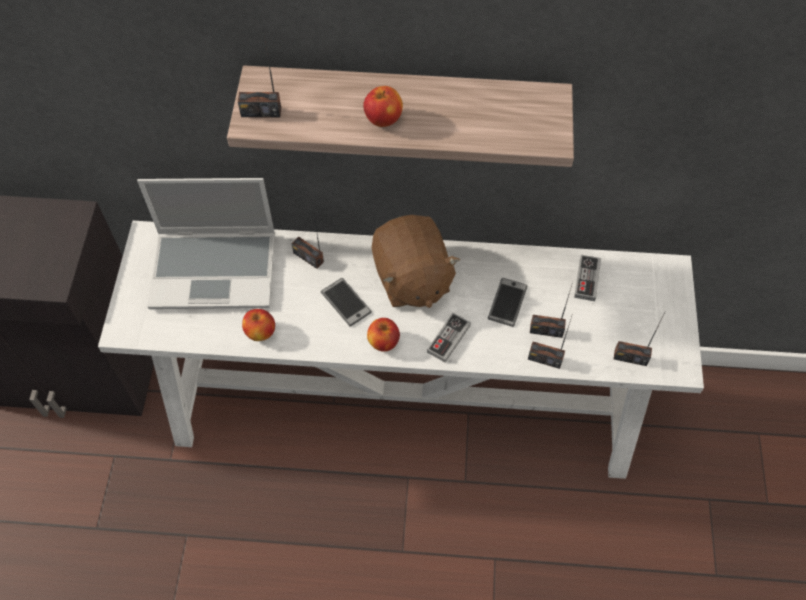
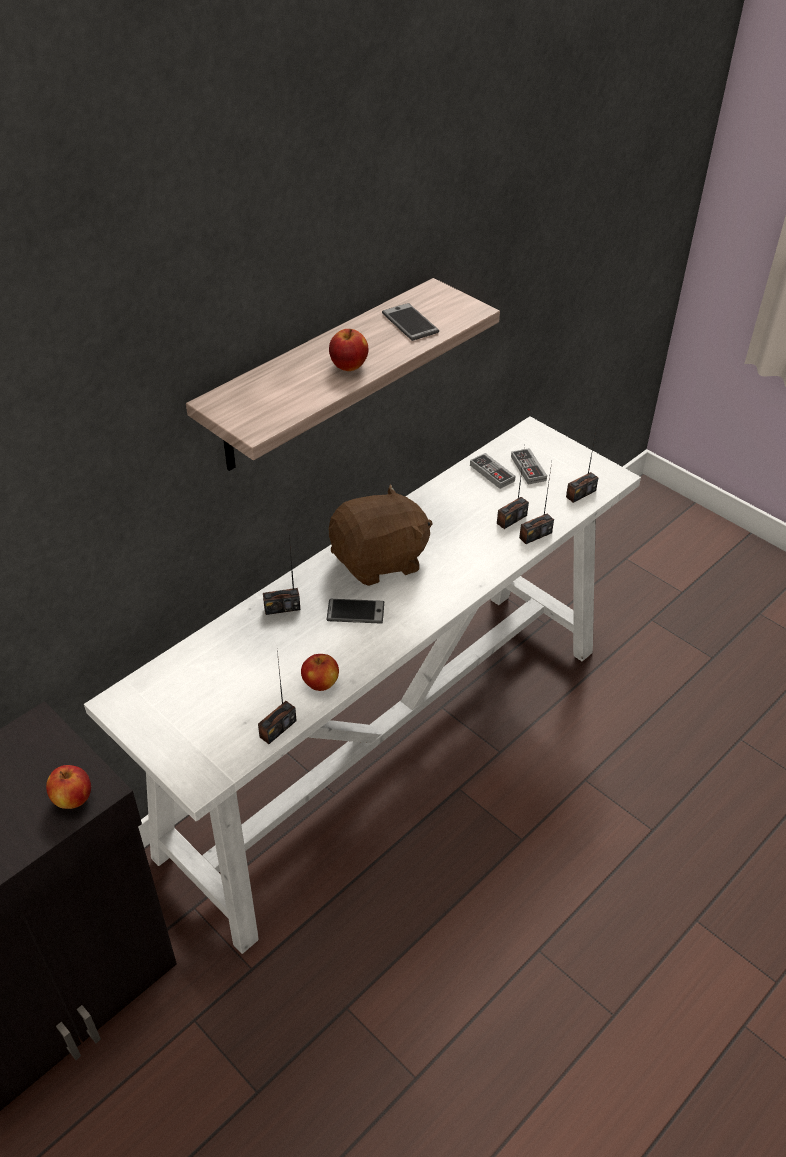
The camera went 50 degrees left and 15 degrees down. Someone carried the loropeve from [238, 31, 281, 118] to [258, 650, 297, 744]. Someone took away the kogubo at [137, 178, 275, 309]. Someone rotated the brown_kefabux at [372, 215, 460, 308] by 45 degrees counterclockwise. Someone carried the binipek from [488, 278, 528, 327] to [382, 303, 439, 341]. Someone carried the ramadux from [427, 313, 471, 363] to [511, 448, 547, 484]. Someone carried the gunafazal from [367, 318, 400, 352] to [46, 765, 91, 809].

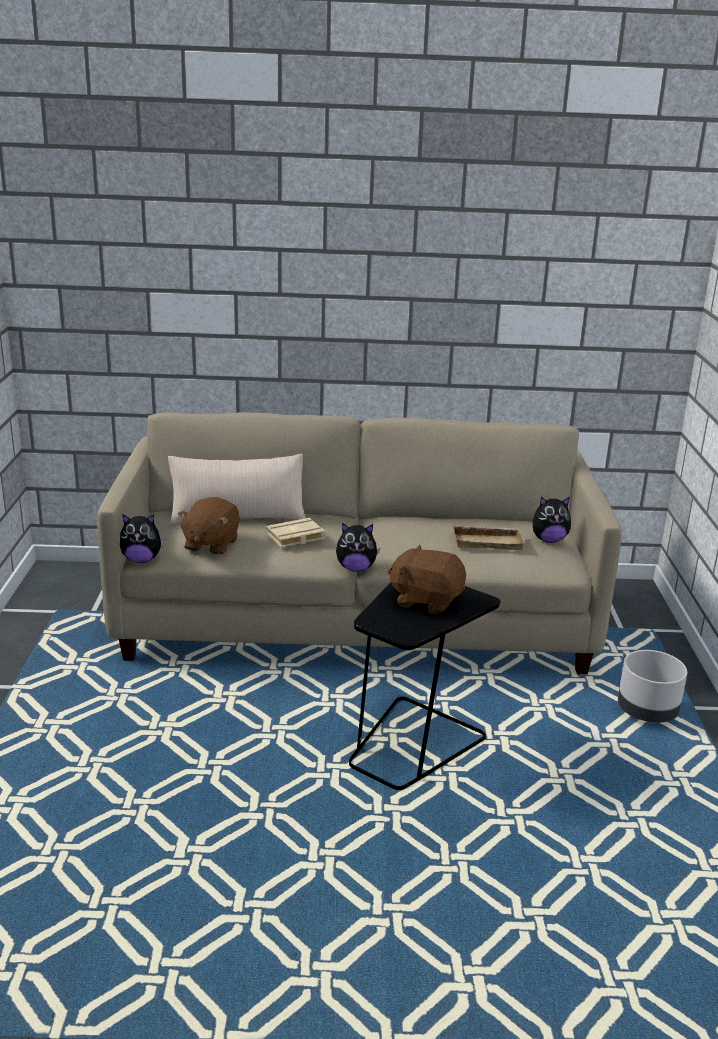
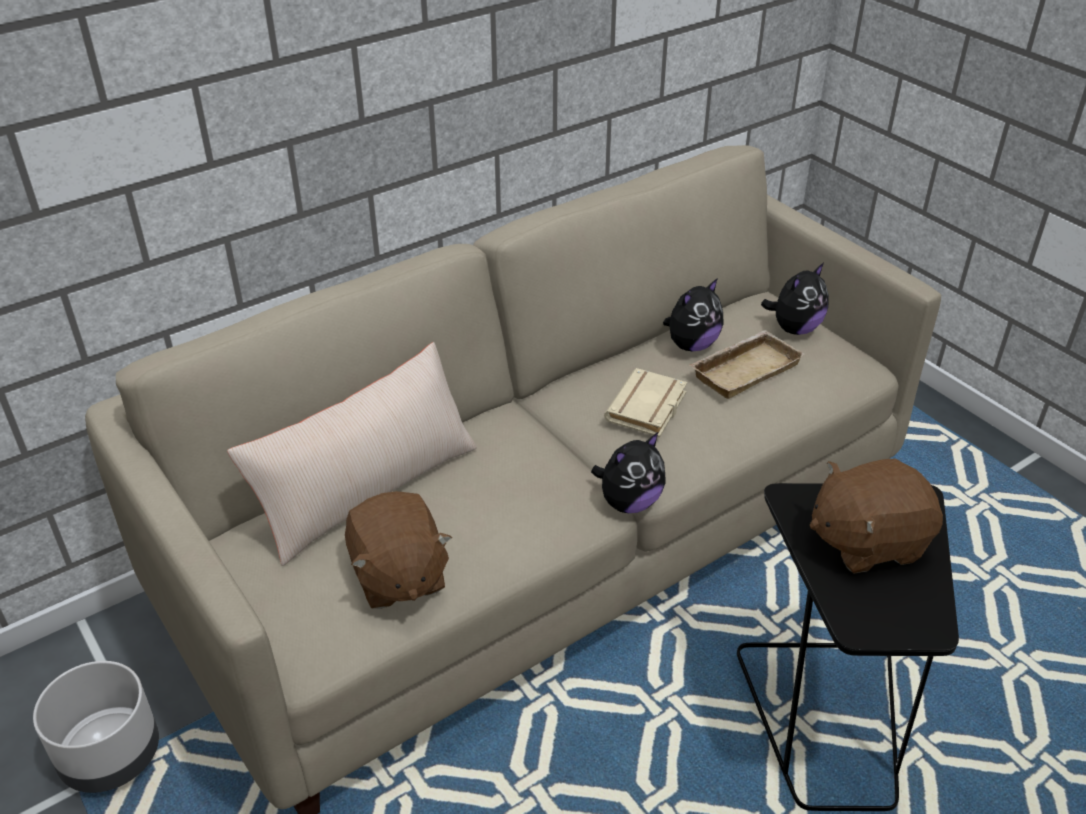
The camera went 35 degrees left and 15 degrees up. Someone carried the kefabux from [120, 514, 166, 563] to [663, 278, 724, 351]. Someone carried the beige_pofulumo from [265, 518, 325, 547] to [604, 368, 687, 437]. Someone carried the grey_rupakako from [618, 650, 687, 723] to [33, 661, 159, 793].

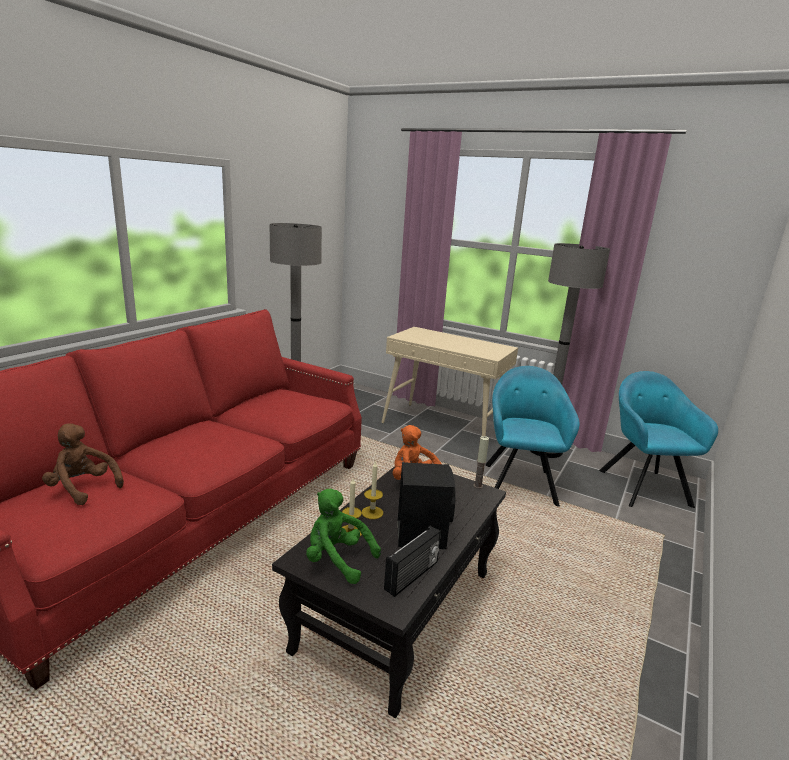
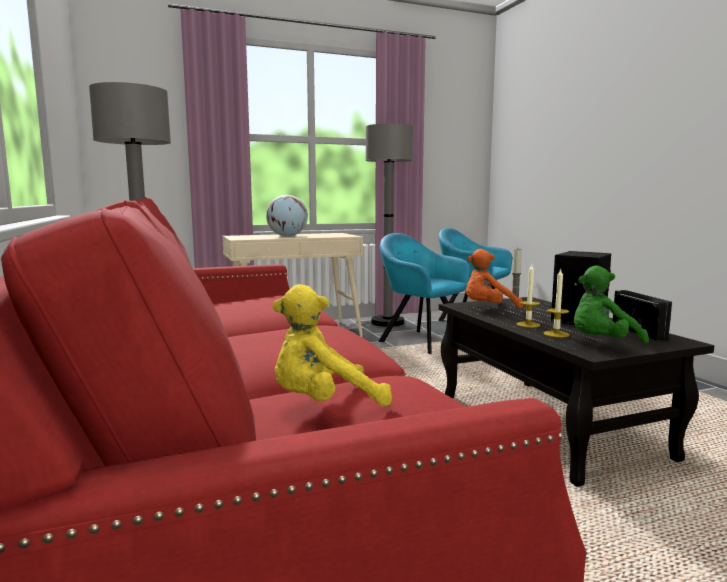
The camera went 50 degrees left and 10 degrees down. Someone repainted the brown_kefabux at [42, 424, 124, 505], which became the yellow_kefabux at [273, 284, 392, 407]. Someone put down the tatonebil at [266, 195, 308, 237].

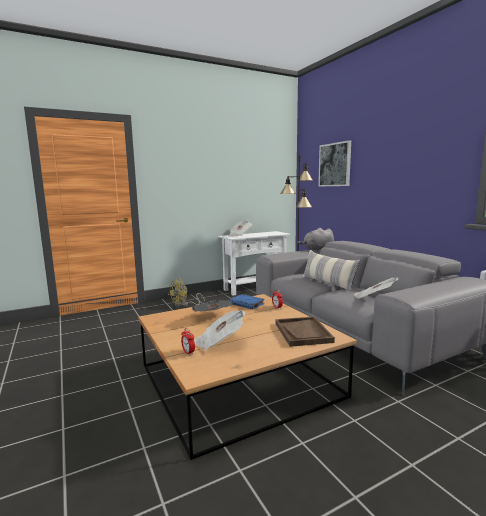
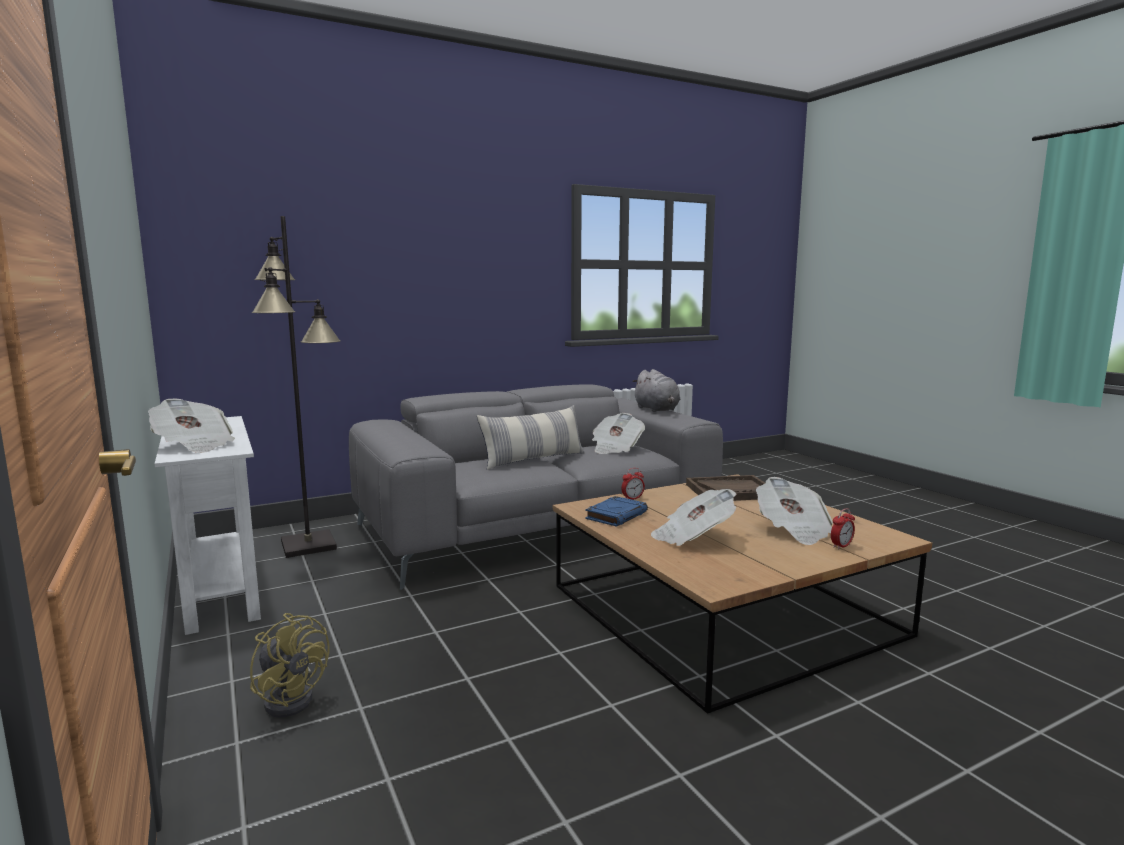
The camera went 90 degrees left and 0 degrees up. Someone took away the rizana at [318, 140, 351, 187]. Someone carried the grey_kefabux from [297, 228, 334, 251] to [632, 369, 680, 412].

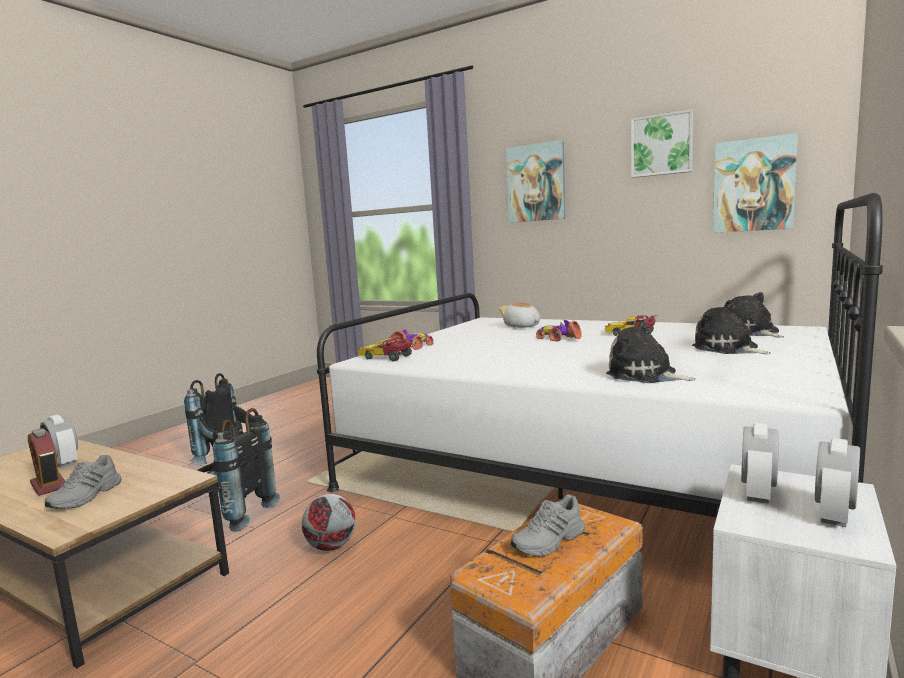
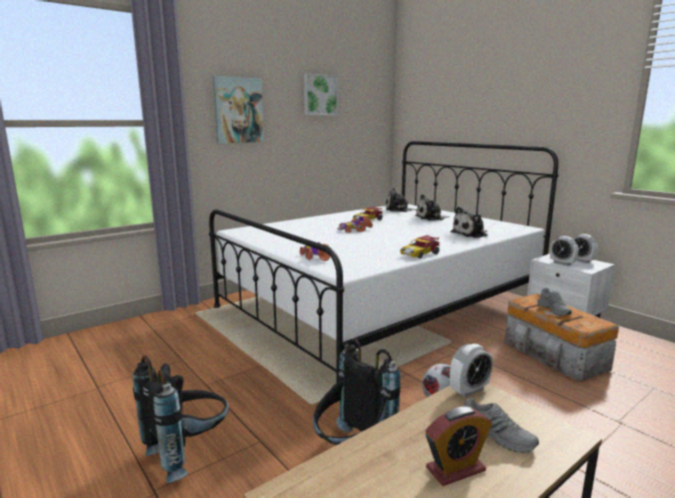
The camera went 70 degrees left and 5 degrees up. Someone took away the rizana at [713, 133, 798, 233]. Someone took away the kefabux at [499, 303, 540, 328]. Someone carried the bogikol from [358, 337, 412, 361] to [400, 235, 439, 258]. Someone carried the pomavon from [40, 415, 78, 468] to [450, 343, 493, 397].

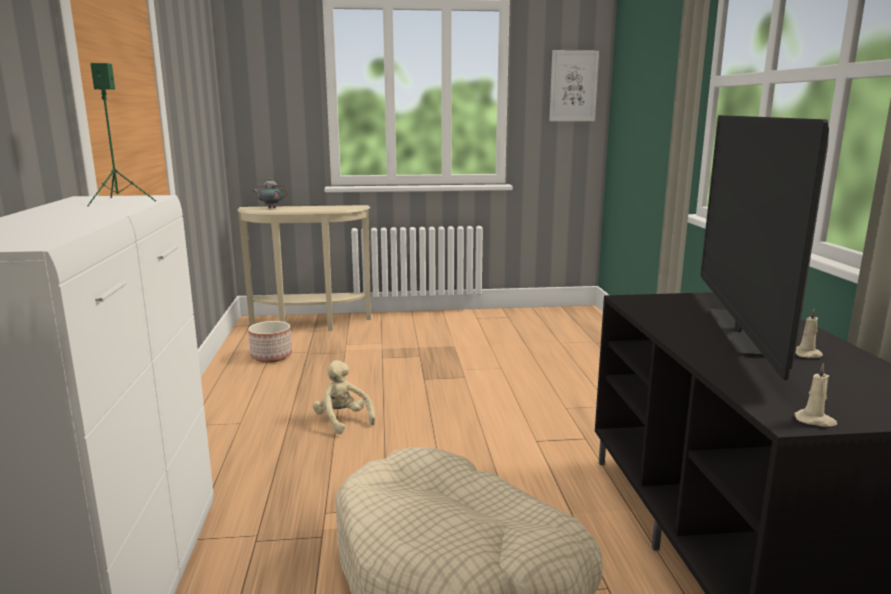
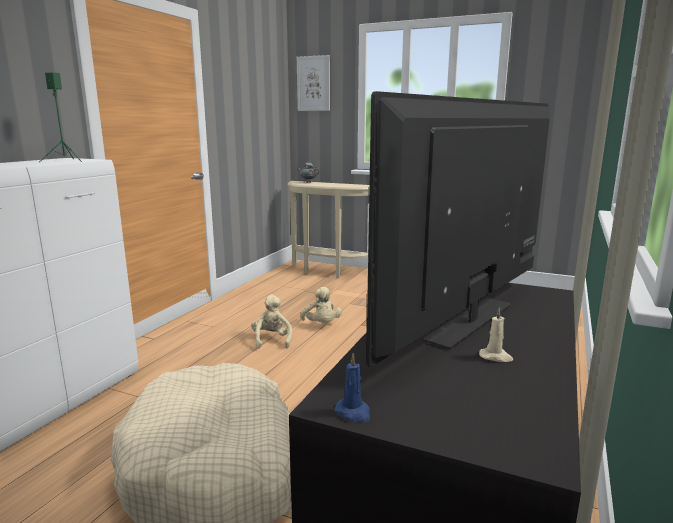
The camera went 30 degrees right and 0 degrees up. Someone carried the rizana from [549, 50, 599, 121] to [297, 55, 330, 111]. Someone took away the rupakako at [248, 321, 292, 362]. Someone repainted the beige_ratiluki at [794, 363, 837, 427], which became the blue_ratiluki at [334, 353, 370, 422]. Someone put down the beige_kefabux at [301, 287, 342, 323].

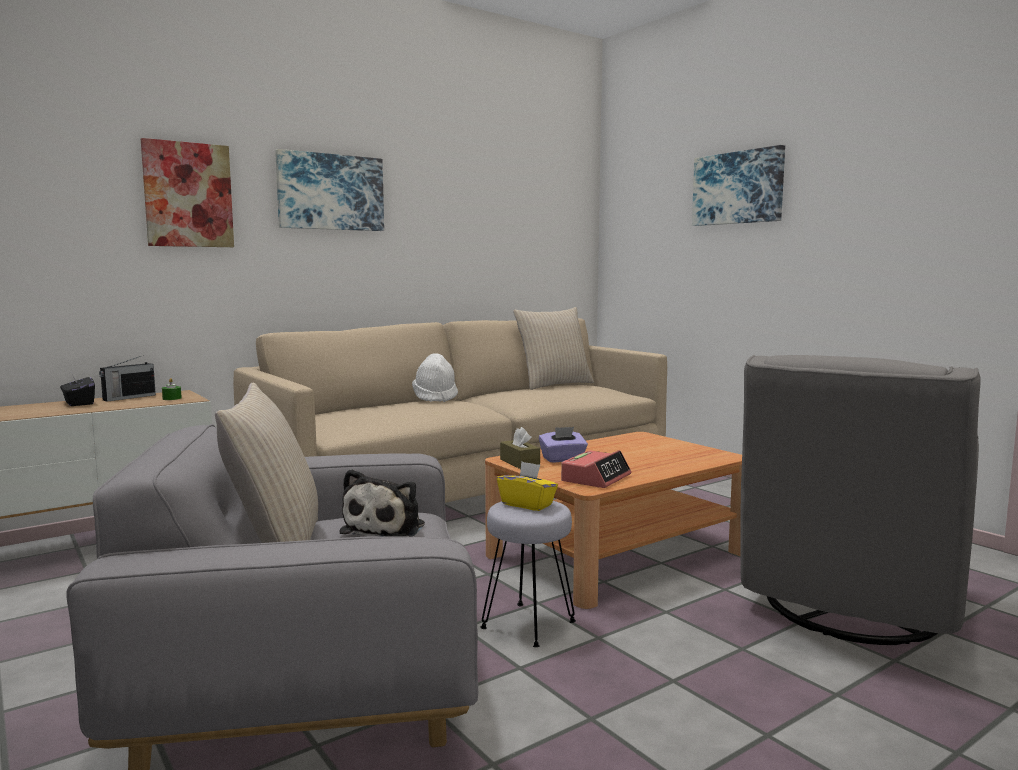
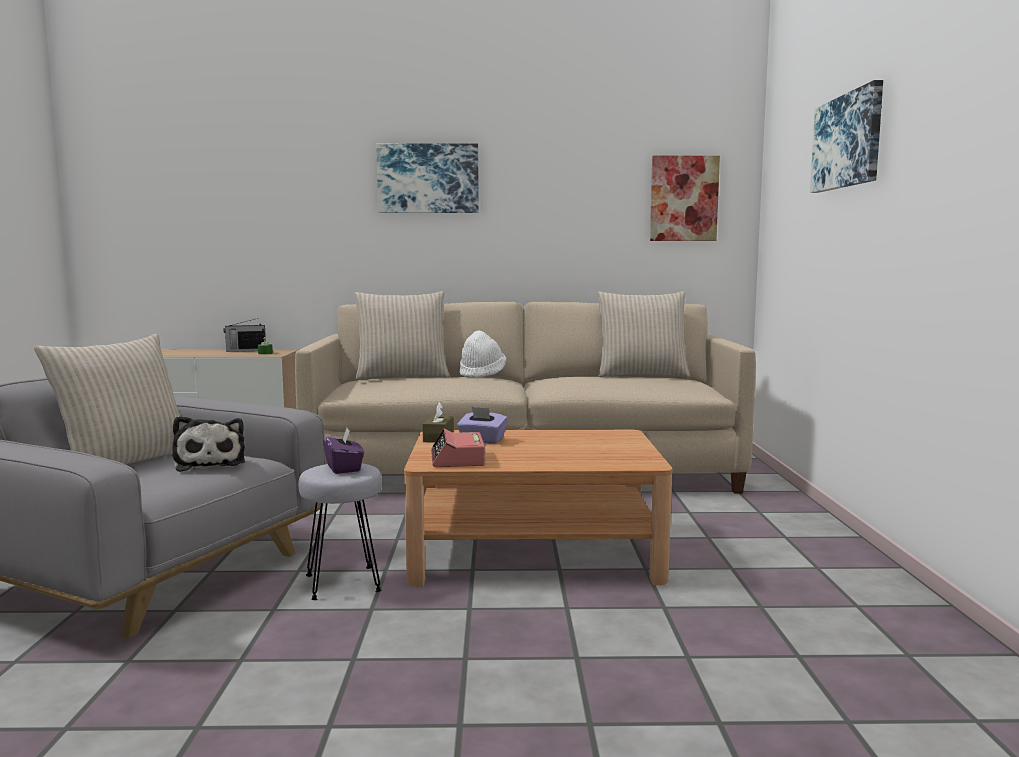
The camera went 35 degrees right and 0 degrees up. Someone carried the rizana from [141, 138, 234, 247] to [650, 156, 720, 241]. Someone took away the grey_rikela at [740, 355, 981, 645]. Someone took away the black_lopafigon at [60, 372, 95, 406]. Someone rotated the pomavon at [561, 450, 631, 488] by 105 degrees clockwise. Someone repainted the yellow_lopafigon at [497, 461, 558, 511], which became the purple_lopafigon at [323, 428, 364, 474]. Someone rotated the kefabux at [340, 469, 425, 537] by 75 degrees counterclockwise. Someone put down the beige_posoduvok at [354, 291, 450, 380].

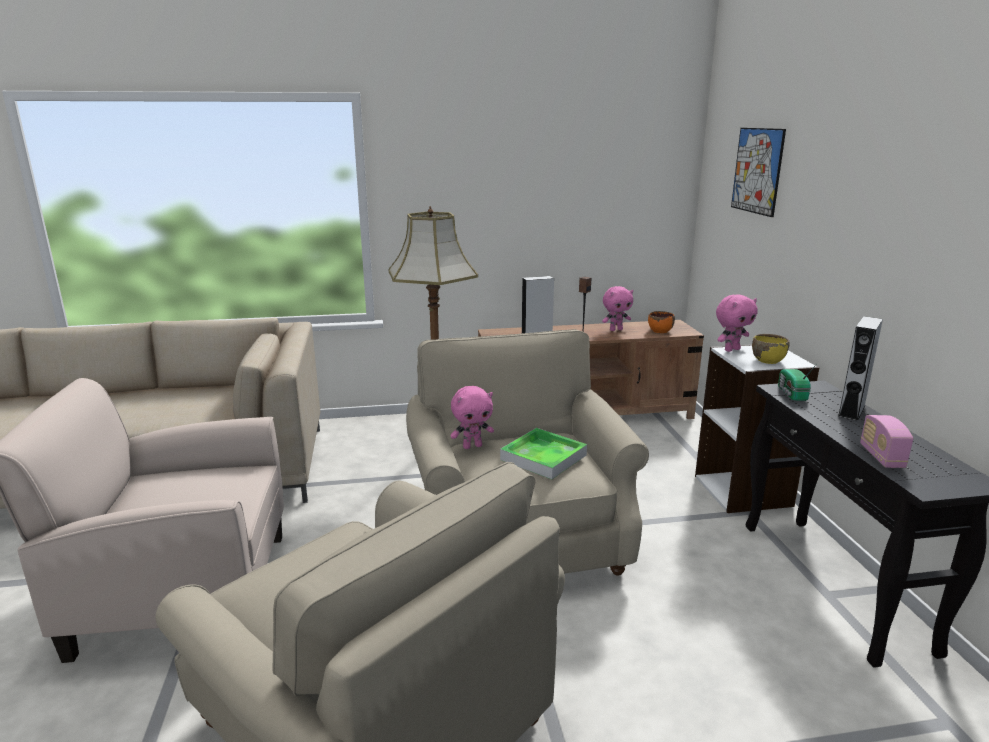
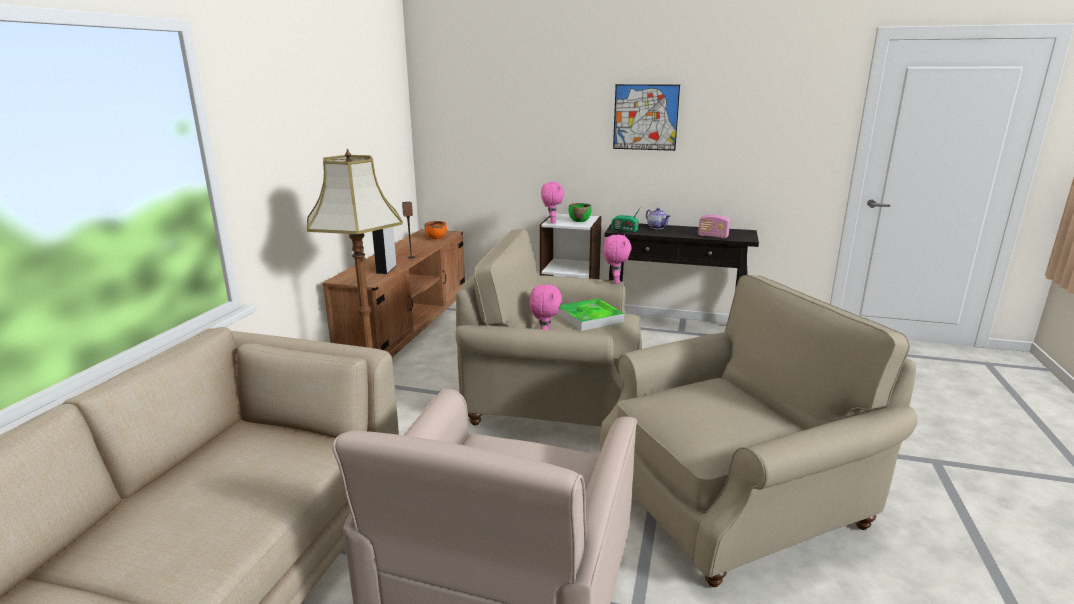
The camera went 65 degrees left and 0 degrees up. Someone carried the rizana from [731, 128, 786, 217] to [613, 84, 680, 151]. Someone carried the pink_kefabux from [602, 286, 633, 331] to [604, 234, 632, 284]. Someone swapped the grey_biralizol at [838, 316, 883, 421] for the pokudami at [646, 208, 670, 229]. Someone repainted the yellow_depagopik at [752, 334, 789, 364], which became the green_depagopik at [568, 203, 592, 222].

